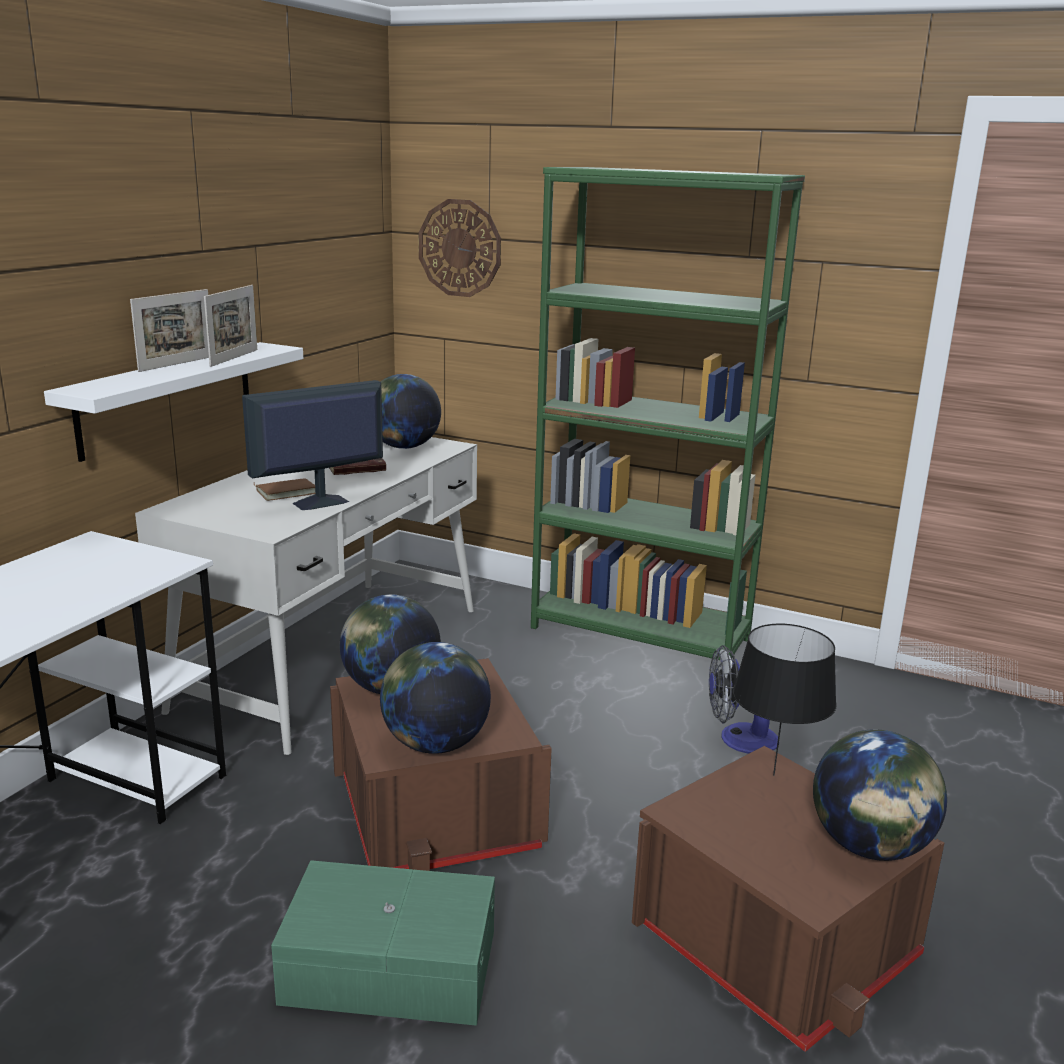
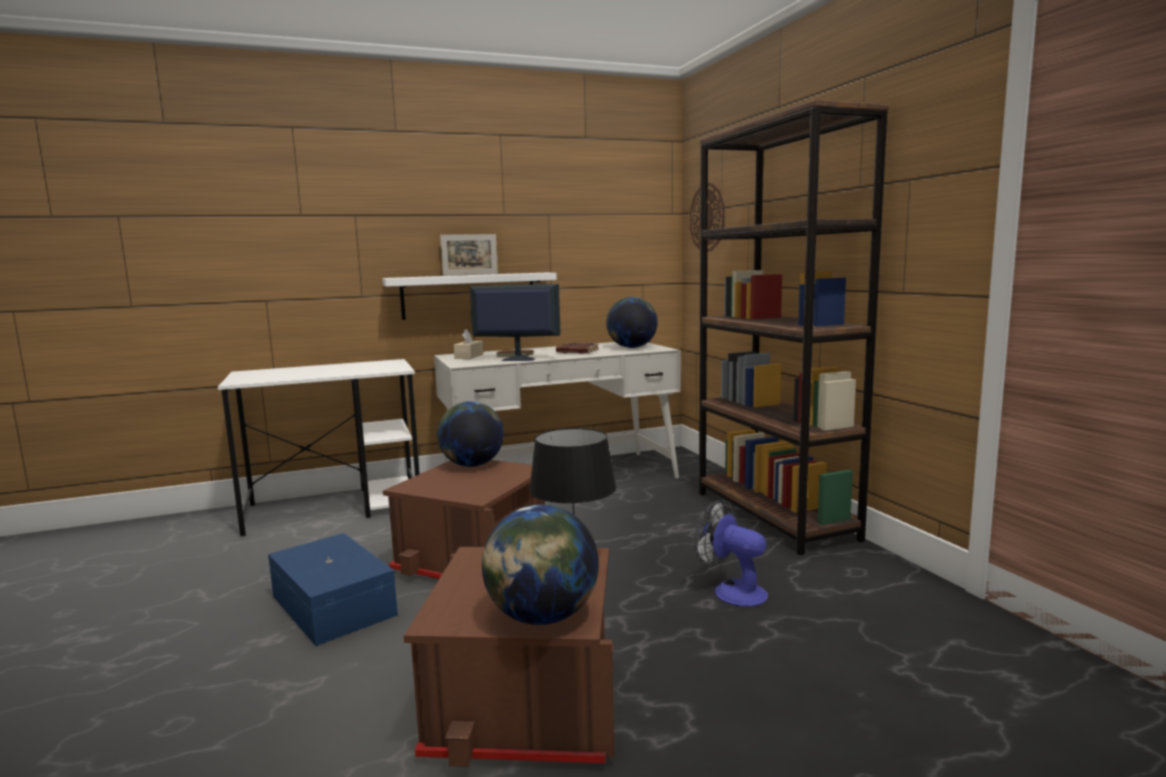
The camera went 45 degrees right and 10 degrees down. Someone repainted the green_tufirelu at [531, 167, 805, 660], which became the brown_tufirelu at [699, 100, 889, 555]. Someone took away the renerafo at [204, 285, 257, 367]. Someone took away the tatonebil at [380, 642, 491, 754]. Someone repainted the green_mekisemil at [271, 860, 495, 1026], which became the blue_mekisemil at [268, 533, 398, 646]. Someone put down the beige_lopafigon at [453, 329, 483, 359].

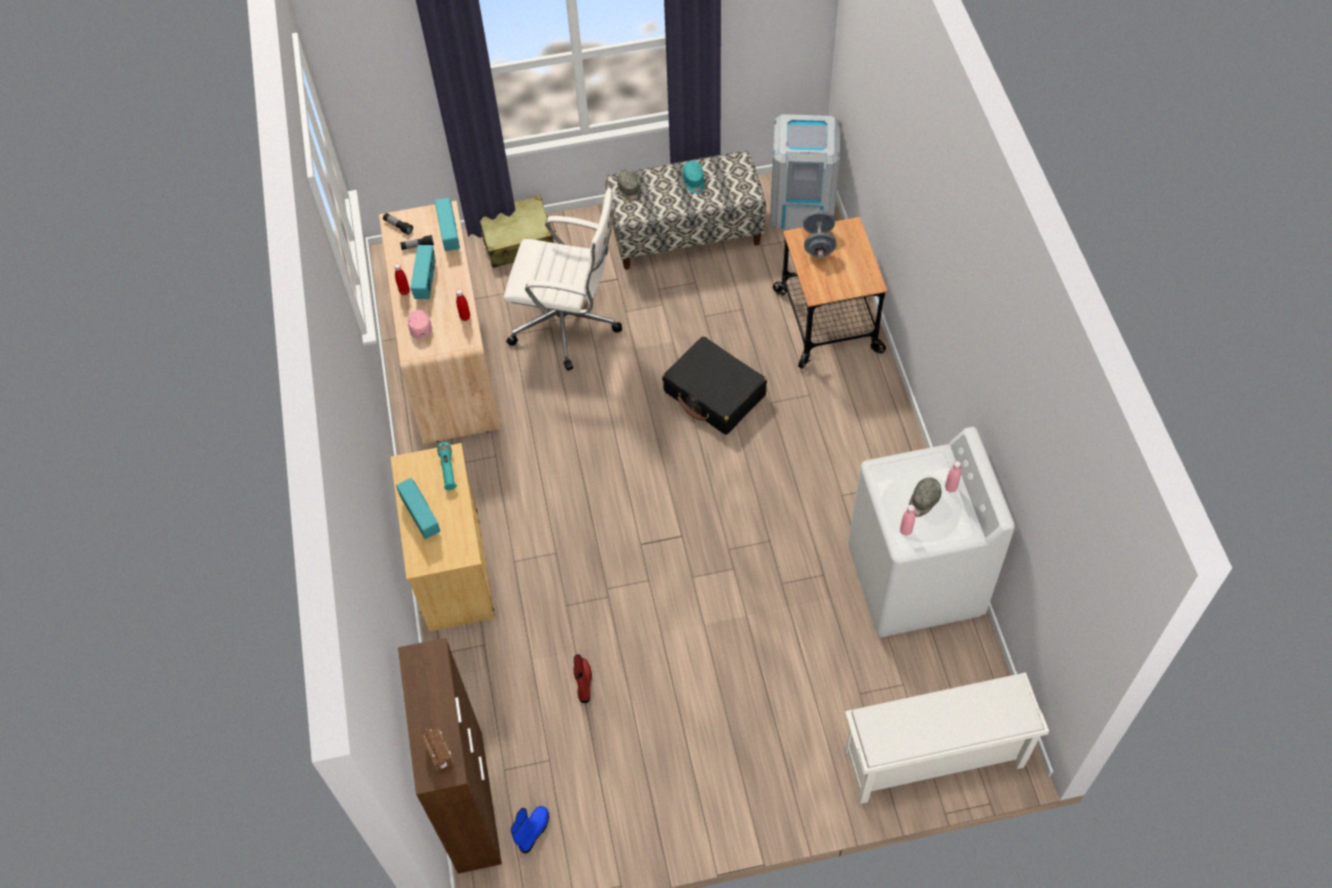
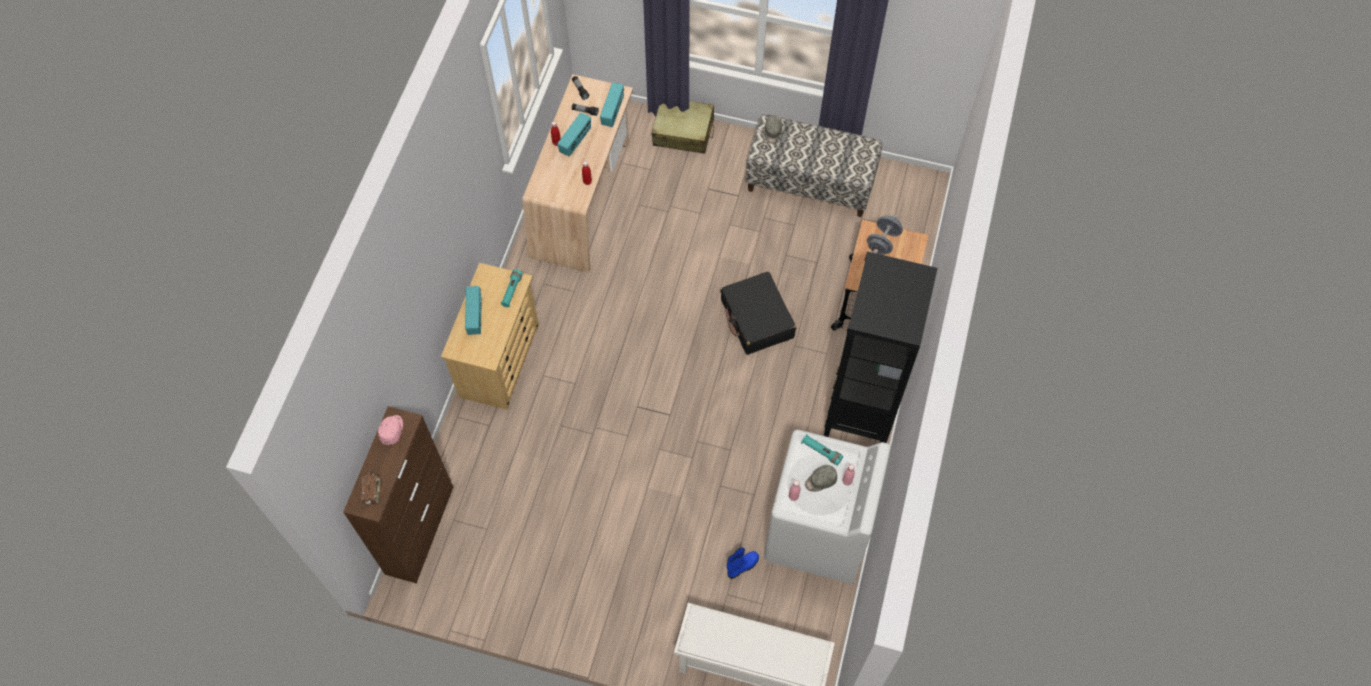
The camera went 25 degrees right and 5 degrees up. Someone took away the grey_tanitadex at [770, 114, 840, 230]. Someone took away the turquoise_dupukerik at [682, 161, 704, 194]. Someone took away the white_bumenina at [504, 188, 622, 371]. Someone carried the pink_dupukerik from [408, 310, 432, 339] to [378, 415, 403, 445]. Someone took away the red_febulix at [573, 654, 592, 703]. Someone carried the blue_febulix from [511, 806, 549, 853] to [727, 547, 759, 579]. Someone put down the black_tufirelu at [824, 251, 938, 443]. Someone put down the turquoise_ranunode at [801, 434, 843, 466].

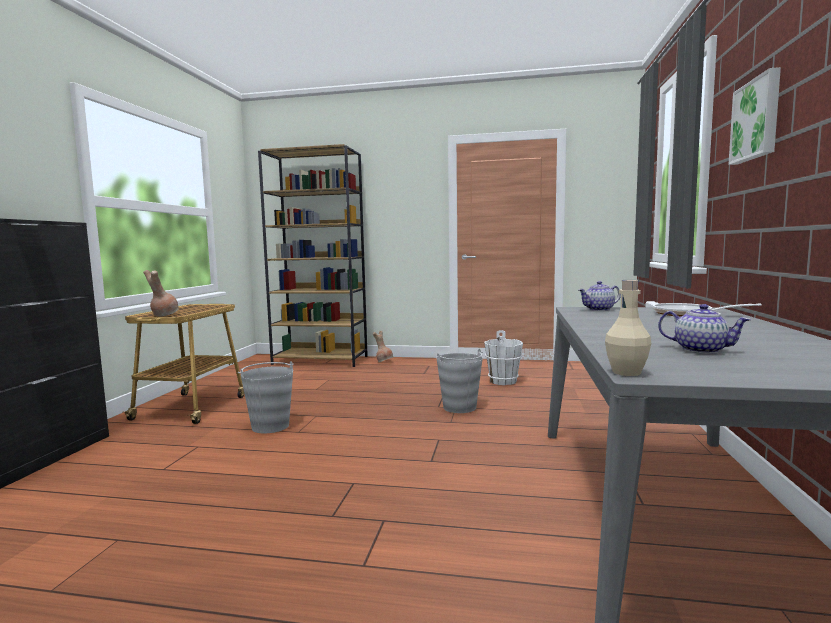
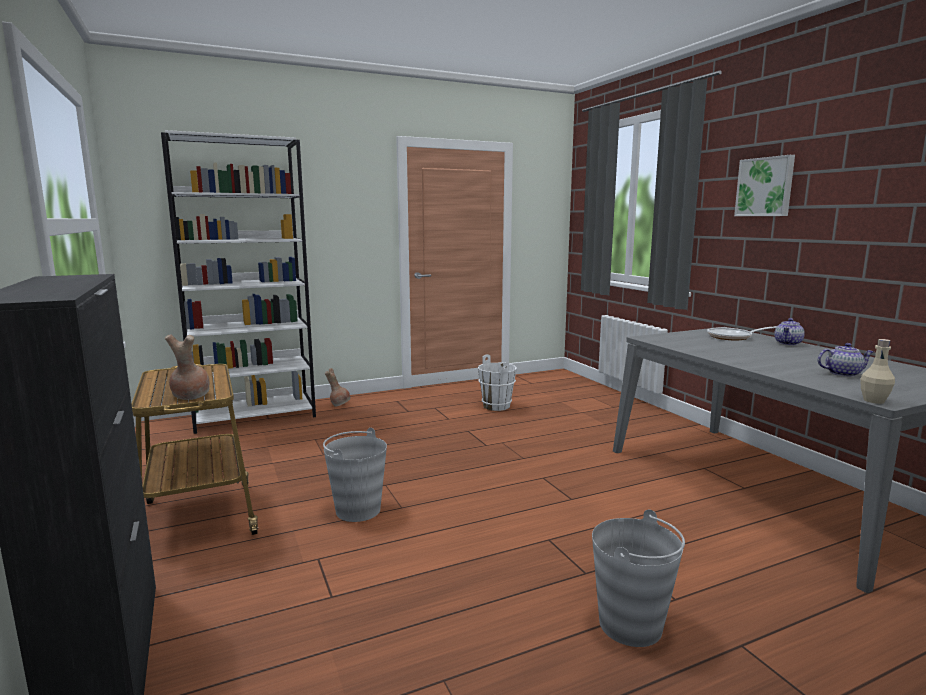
The camera went 35 degrees left and 5 degrees up. Someone repainted the brown_tufirelu at [258, 144, 368, 367], which became the white_tufirelu at [161, 130, 316, 434]. Someone carried the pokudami from [579, 281, 621, 311] to [774, 318, 805, 345]. Someone carried the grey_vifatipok from [436, 349, 483, 413] to [592, 509, 685, 647].

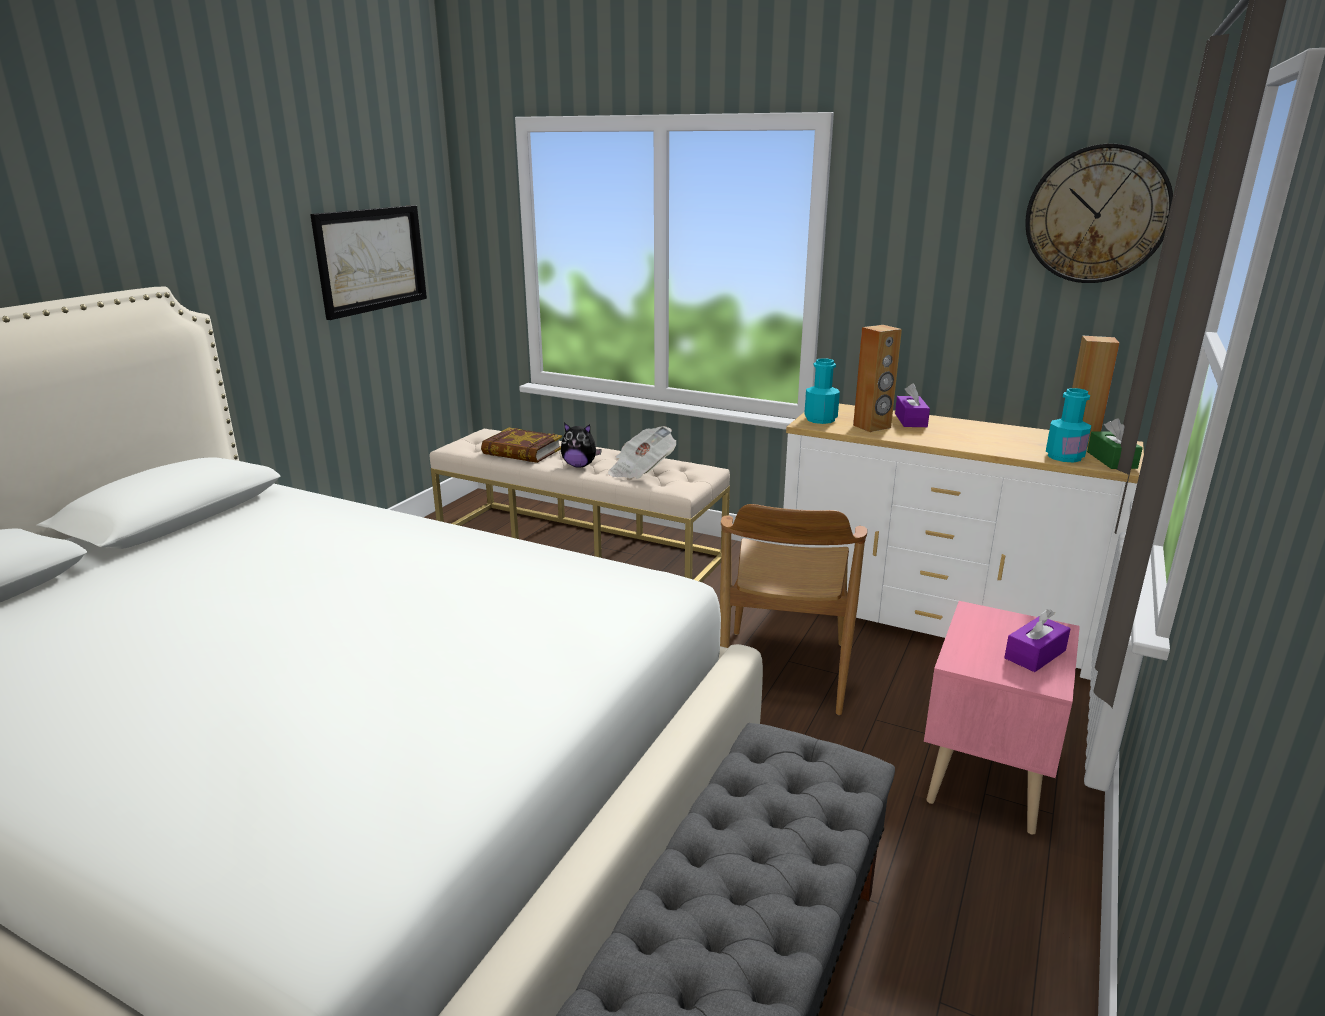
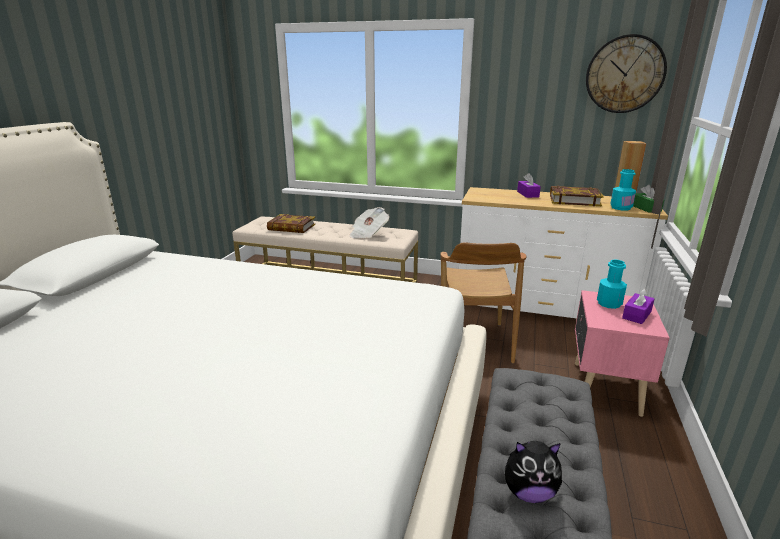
The camera went 10 degrees left and 0 degrees up. Someone took away the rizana at [310, 205, 427, 320]. Someone took away the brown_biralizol at [853, 325, 902, 432]. Someone carried the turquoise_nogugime from [804, 358, 840, 424] to [597, 260, 627, 309]. Someone carried the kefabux from [561, 423, 602, 467] to [505, 441, 562, 503]. Someone put down the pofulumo at [550, 186, 604, 206].

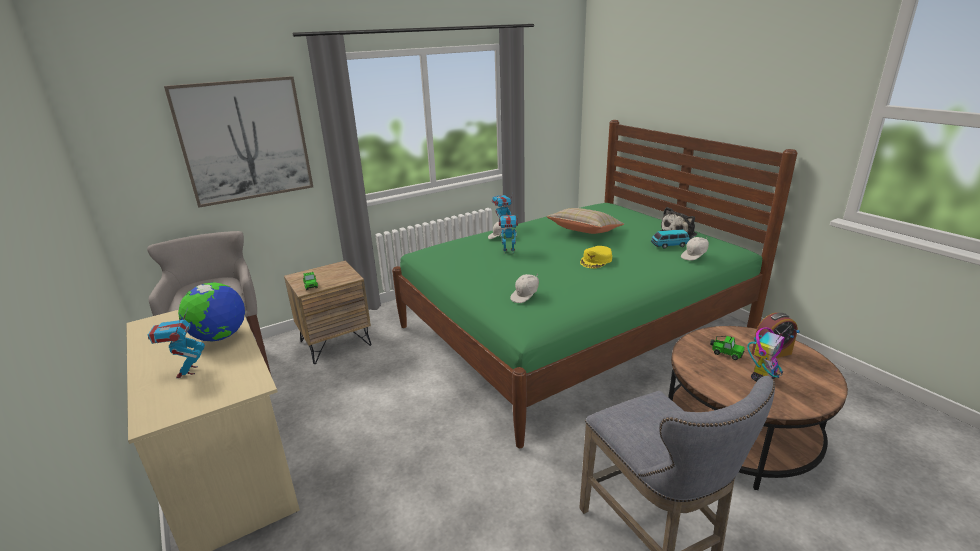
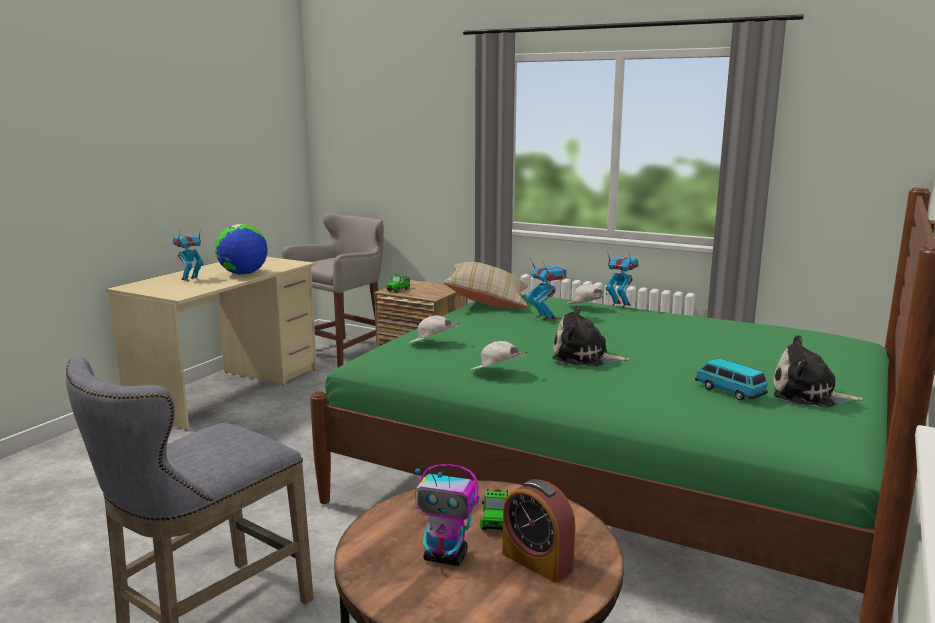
The camera went 60 degrees right and 10 degrees down. Someone took away the rizana at [164, 76, 313, 208]. Someone carried the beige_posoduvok from [546, 208, 624, 234] to [443, 262, 528, 308]. Someone carried the white_dupukerik from [681, 237, 709, 261] to [471, 341, 528, 370]. Someone swapped the yellow_dupukerik at [580, 246, 612, 268] for the kefabux at [552, 305, 629, 367].

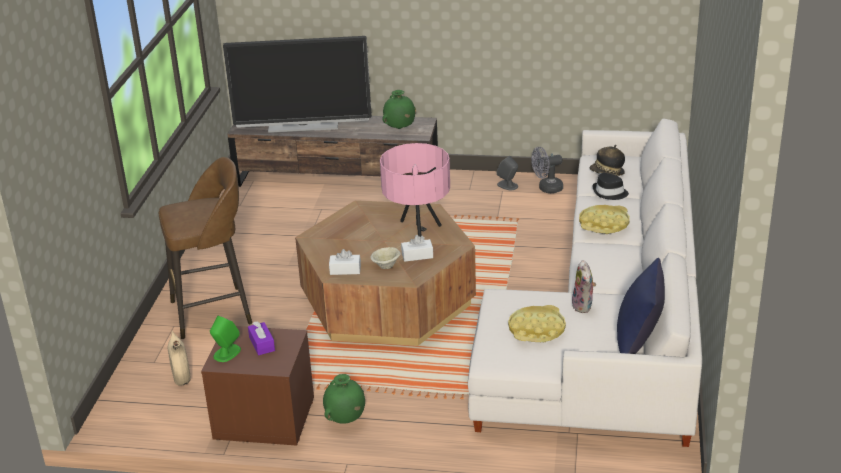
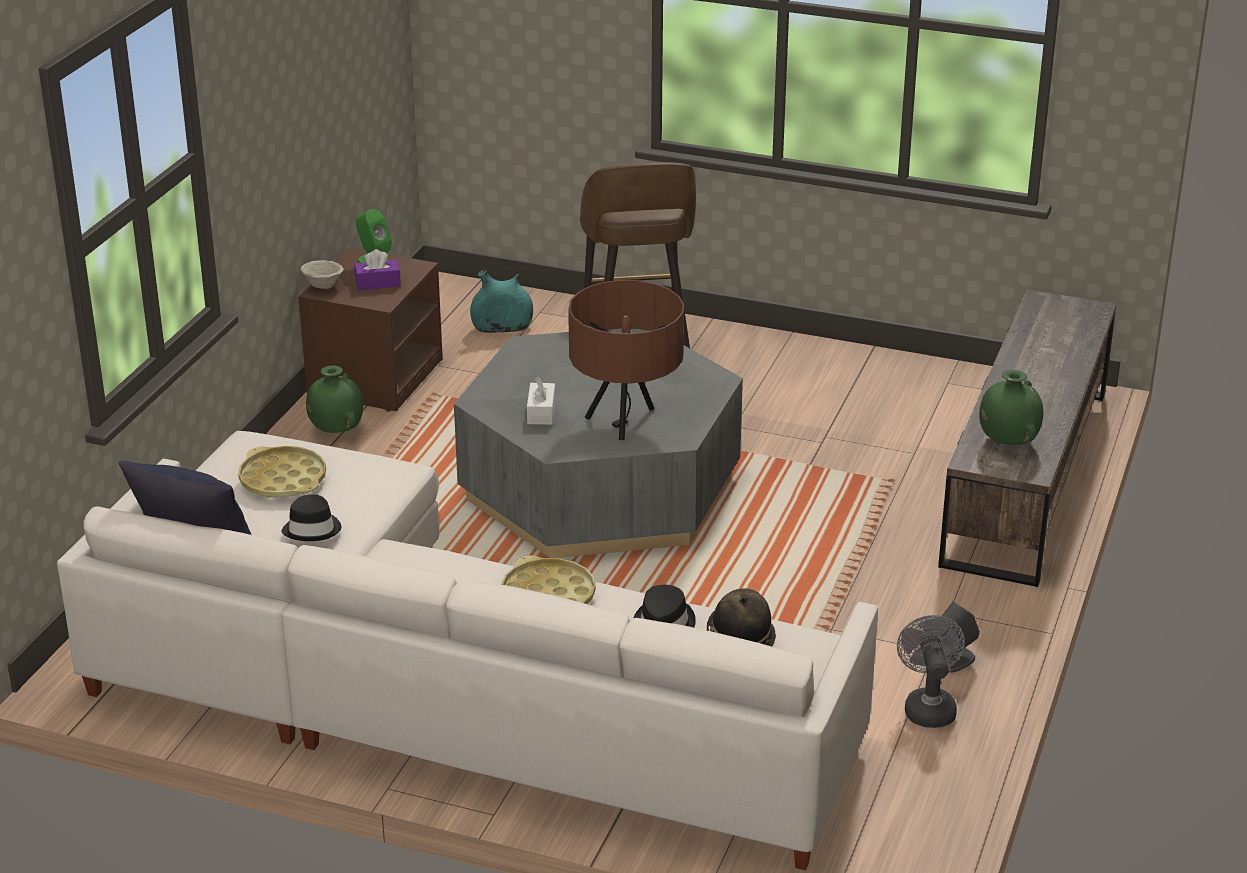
The camera went 100 degrees right and 0 degrees up. Someone took away the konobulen at [223, 36, 372, 133]. Someone repainted the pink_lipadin at [380, 143, 450, 237], which became the brown_lipadin at [568, 280, 684, 440]. Someone repainted the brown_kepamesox at [295, 200, 476, 346], which became the grey_kepamesox at [454, 328, 743, 558]. Someone carried the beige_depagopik from [370, 247, 401, 269] to [301, 260, 344, 289]. Someone took away the white_lopafigon at [329, 249, 361, 275]. Someone swapped the kefabux at [572, 260, 596, 313] for the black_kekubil at [282, 494, 341, 541]. Someone repainted the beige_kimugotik at [168, 331, 191, 386], which became the turquoise_kimugotik at [470, 270, 533, 333].

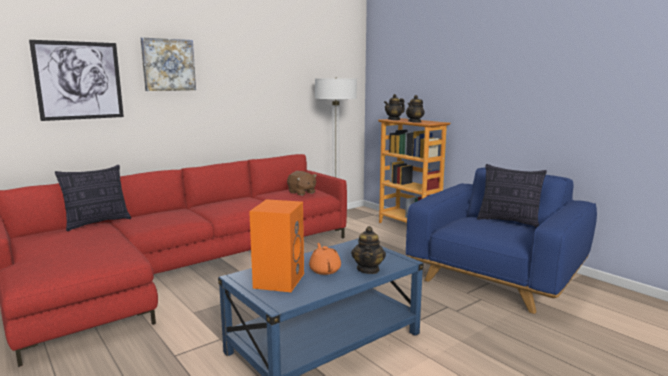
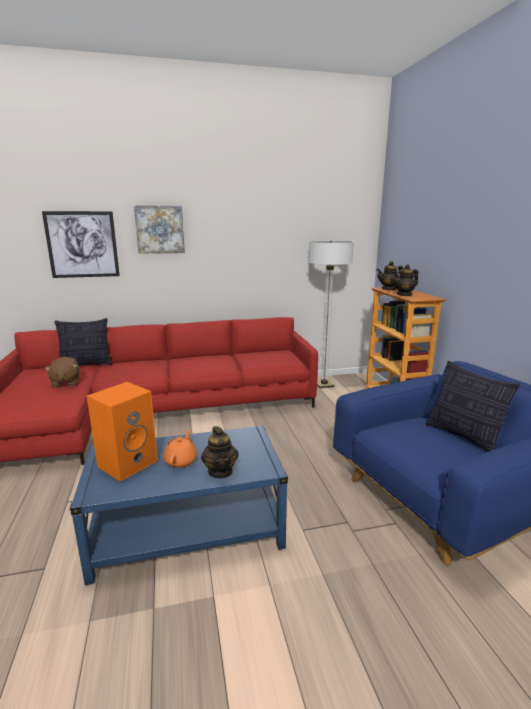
The camera went 25 degrees right and 5 degrees up. Someone carried the brown_kefabux from [287, 171, 317, 196] to [45, 357, 79, 388]. Someone rotated the pokudami at [351, 226, 386, 274] by 45 degrees counterclockwise.

